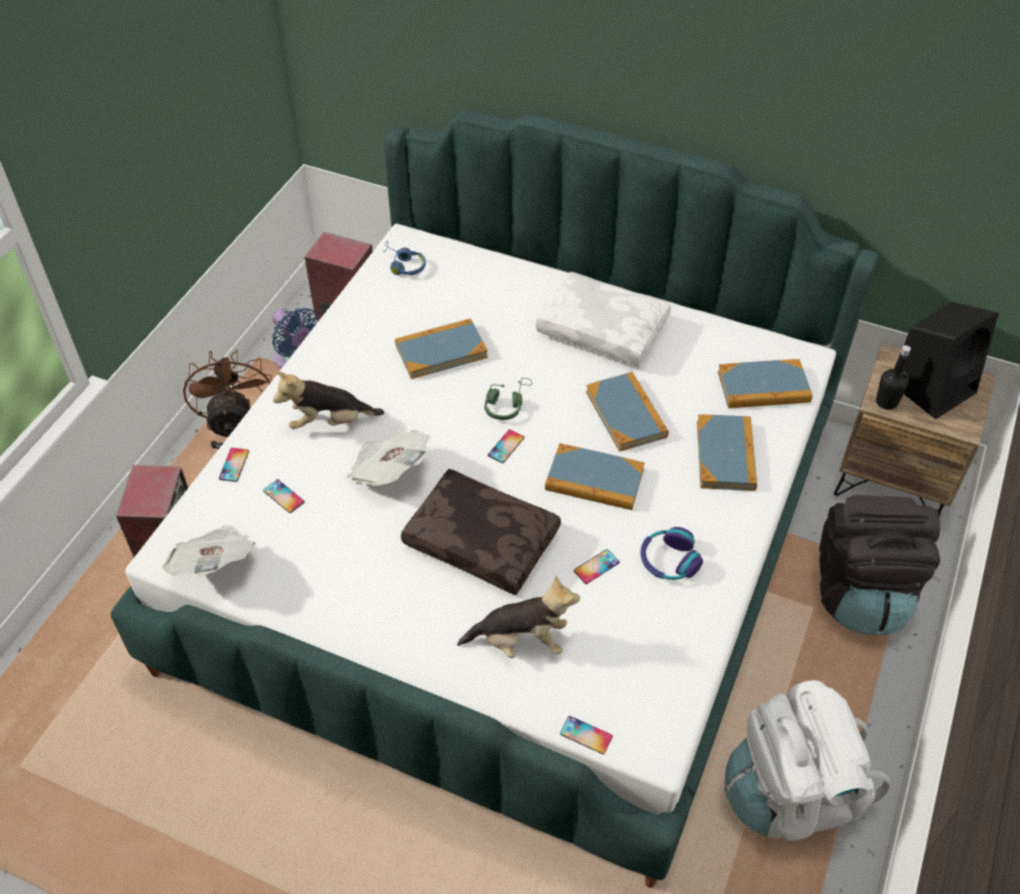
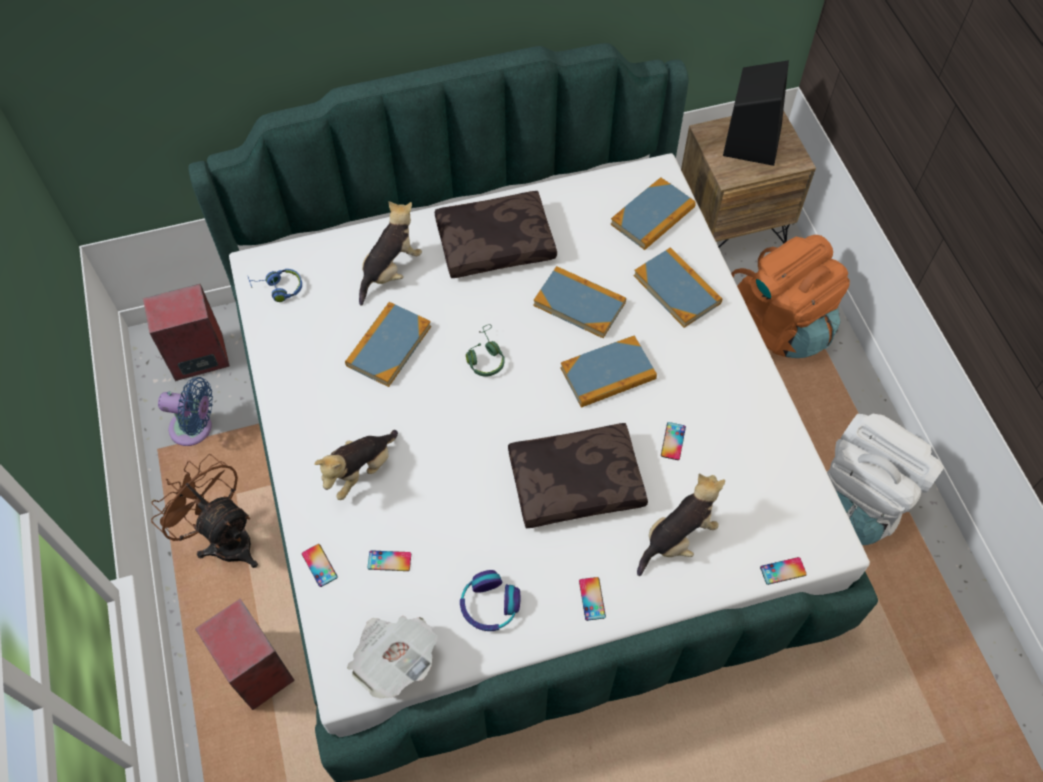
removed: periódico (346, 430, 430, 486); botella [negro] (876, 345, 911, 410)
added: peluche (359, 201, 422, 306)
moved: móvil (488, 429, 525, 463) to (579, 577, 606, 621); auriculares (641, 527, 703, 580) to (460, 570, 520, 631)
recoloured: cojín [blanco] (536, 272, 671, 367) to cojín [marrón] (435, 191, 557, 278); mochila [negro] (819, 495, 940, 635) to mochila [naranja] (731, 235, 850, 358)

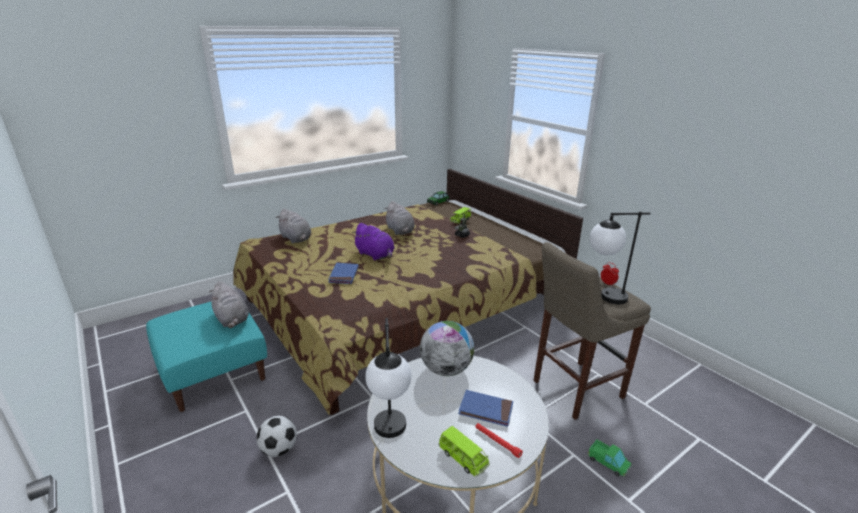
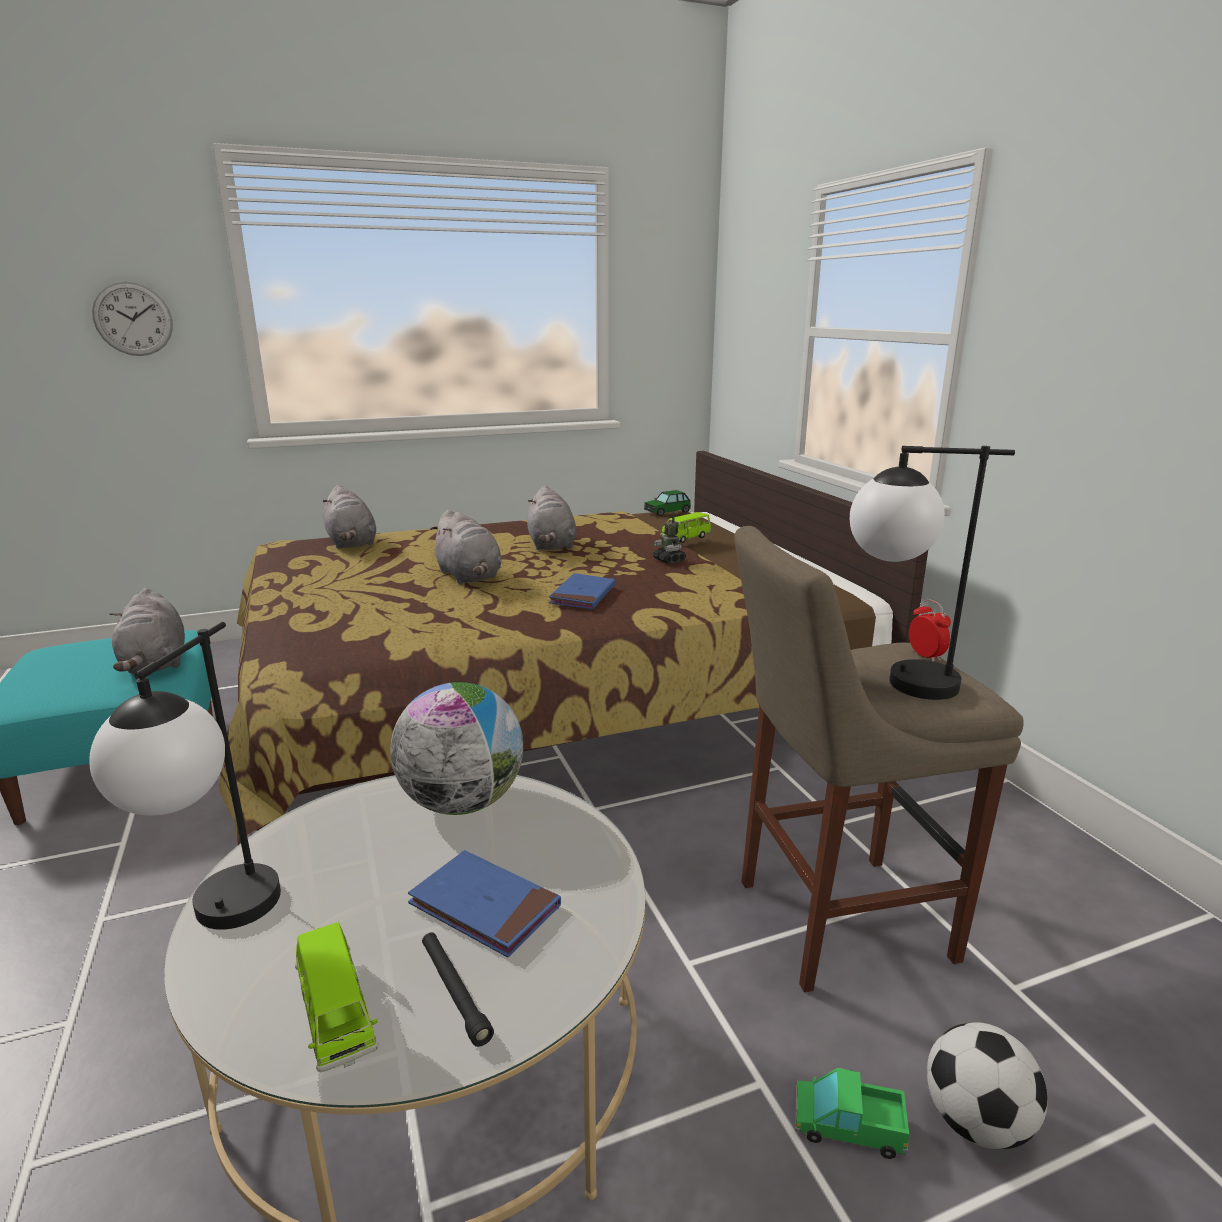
added: reloj de pared (92, 282, 173, 356)
moved: balón de fútbol (257, 416, 297, 457) to (927, 1022, 1047, 1149); libro [azul] (328, 263, 358, 284) to (549, 573, 615, 609)
recoloured: peluche [morado] (352, 223, 395, 260) to peluche [gris] (430, 510, 501, 584); linterna [rojo] (475, 423, 523, 458) to linterna [negro] (422, 932, 494, 1047)
turned: camión de juguete (587, 439, 632, 477) = (795, 1068, 909, 1159) 135 degrees clockwise

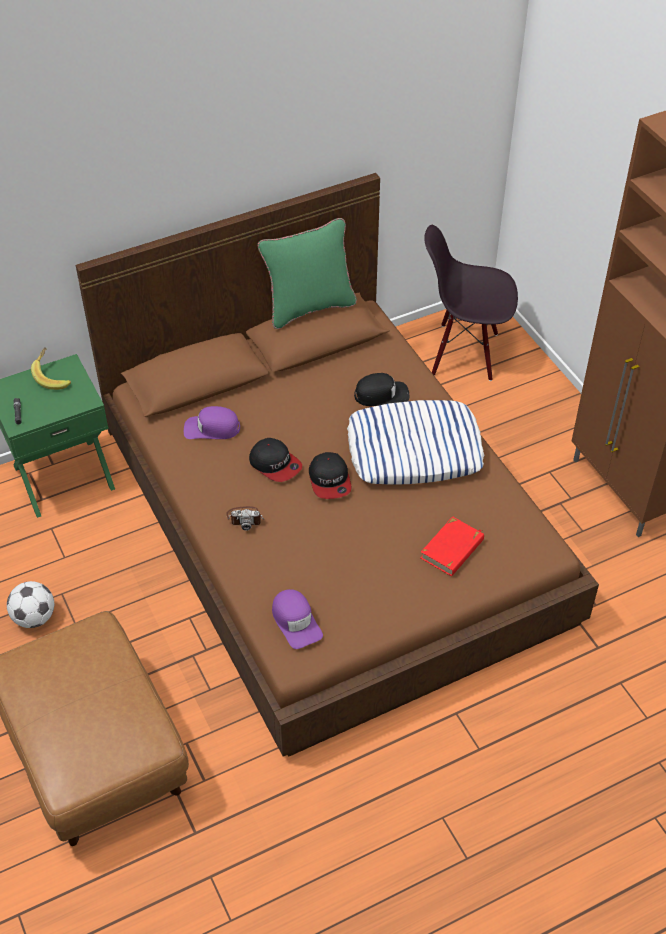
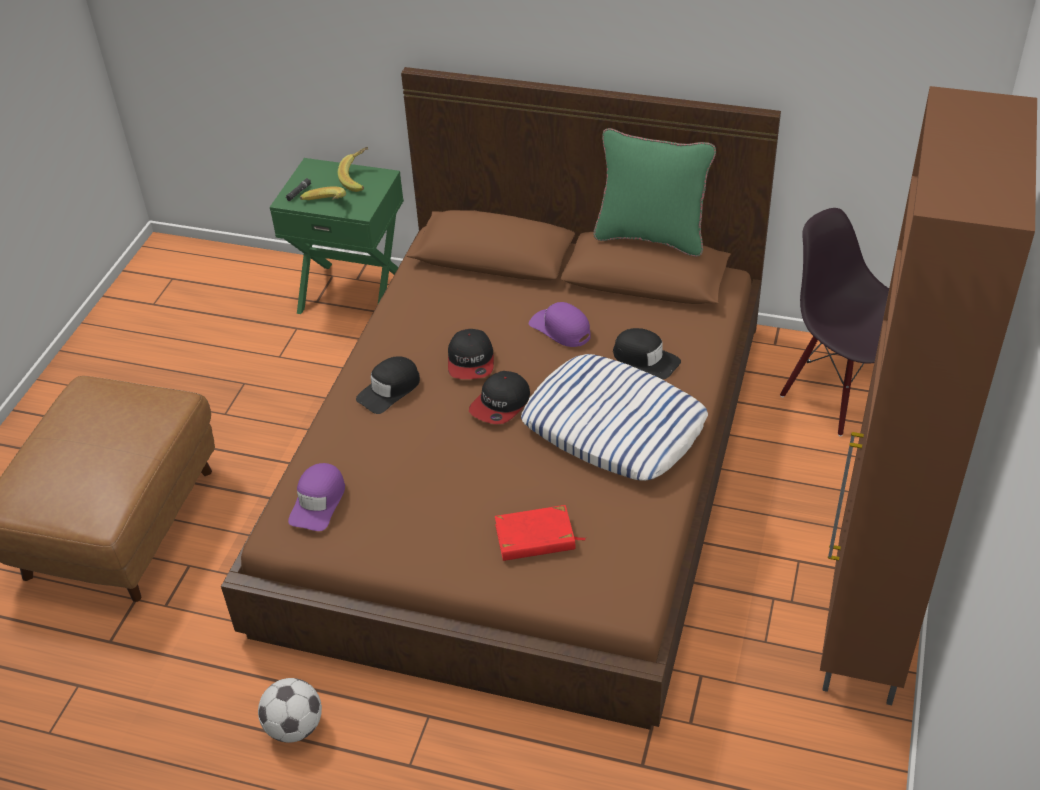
added: plátano (300, 186, 346, 200)
moved: balón de fútbol (7, 581, 54, 628) to (258, 678, 322, 743); gorra [morado] (184, 406, 240, 439) to (529, 302, 591, 347)
replaced: cámara (226, 506, 264, 531) to gorra [negro] (356, 356, 420, 414)

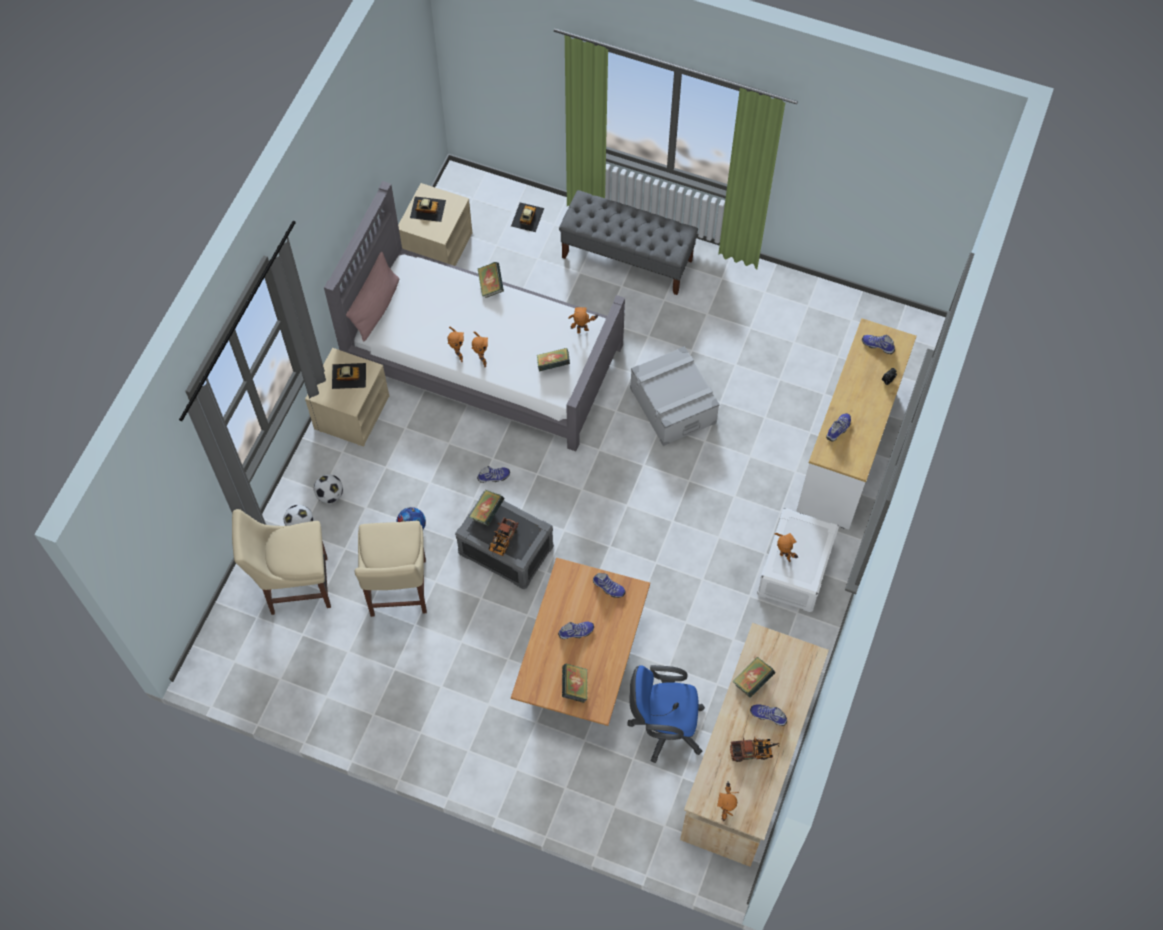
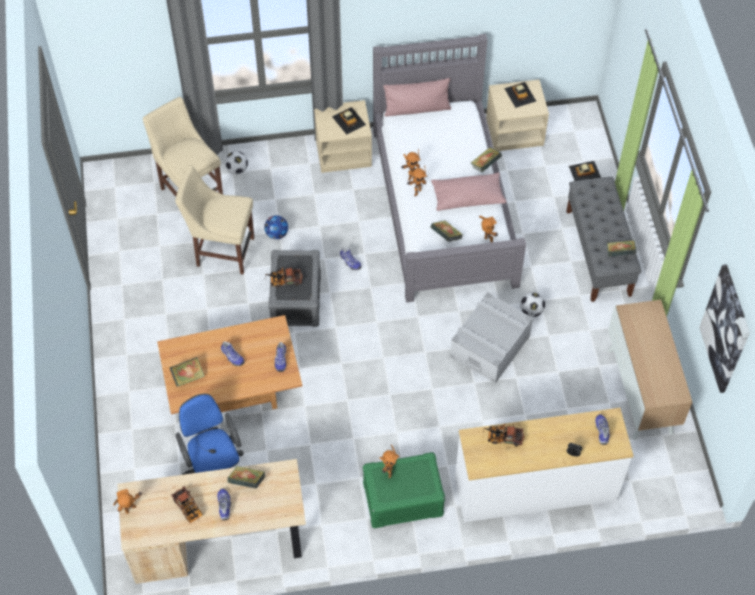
added: cojín [rosa] (431, 172, 506, 211); armario (608, 300, 692, 440); cuadro (699, 264, 750, 393)
moved: balón de fútbol (314, 474, 343, 503) to (520, 292, 545, 317); libro (469, 490, 505, 526) to (607, 240, 636, 257)
replaced: zapato (826, 413, 851, 442) to camión de juguete (483, 423, 524, 447)
recoloured: caja de almacenaje [blanco] (757, 508, 839, 612) to caja de almacenaje [verde] (363, 452, 445, 528)
turned: silla [beis] (355, 521, 427, 617) = (175, 165, 254, 274) 45 degrees clockwise

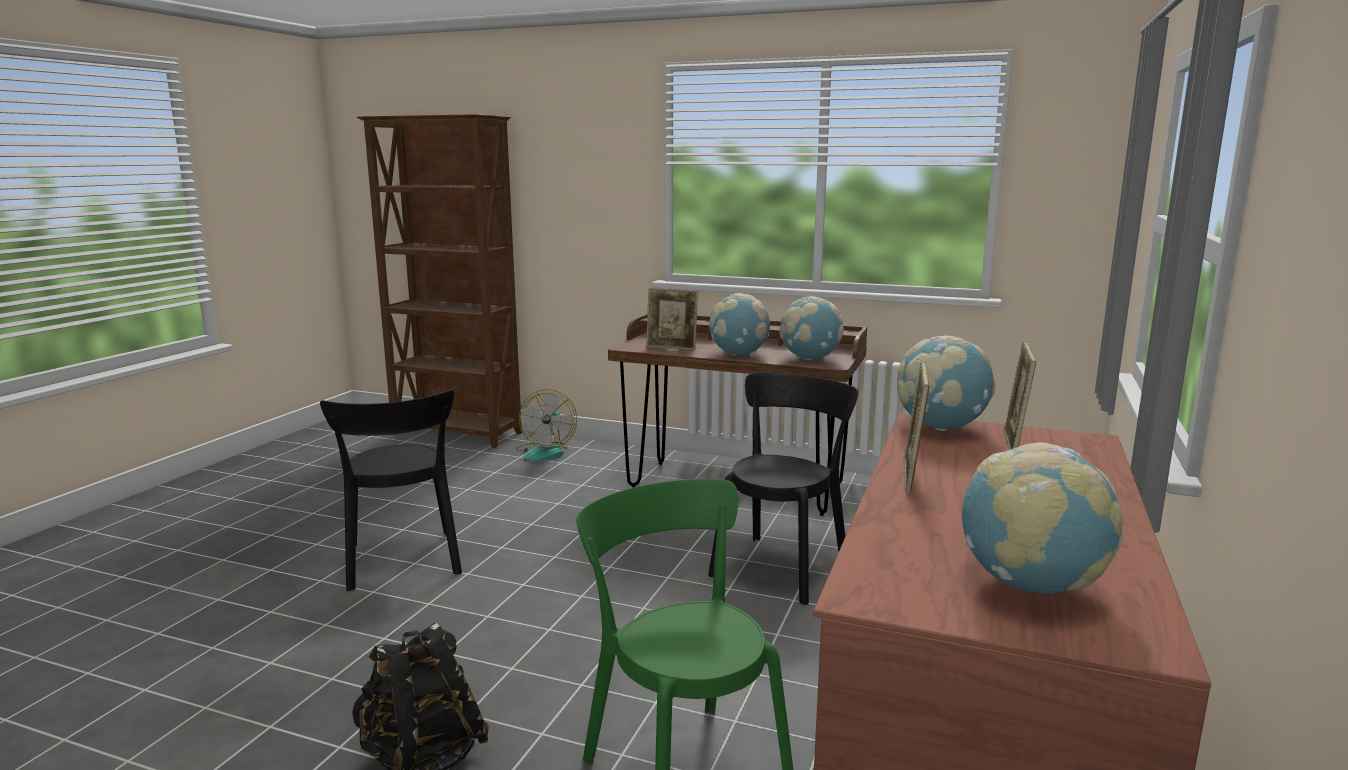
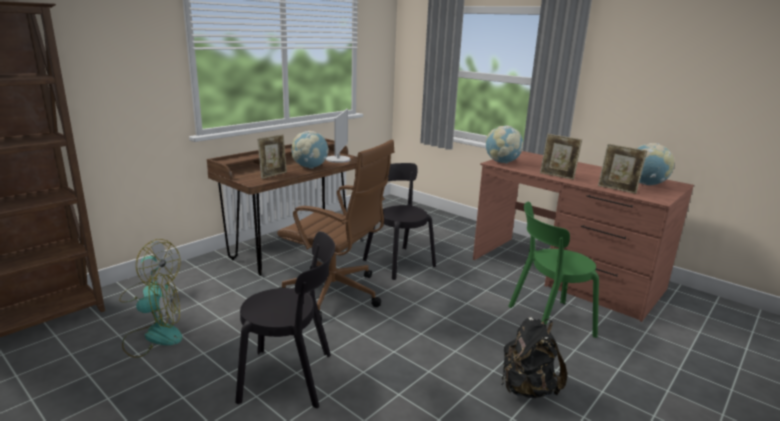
added: ventilador (122, 273, 182, 358); silla de oficina [marrón] (277, 140, 395, 321)
moved: portarretratos (1004, 340, 1036, 450) to (598, 144, 647, 194)
replaced: globo terráqueo (779, 296, 844, 360) to monitor (326, 109, 351, 163)

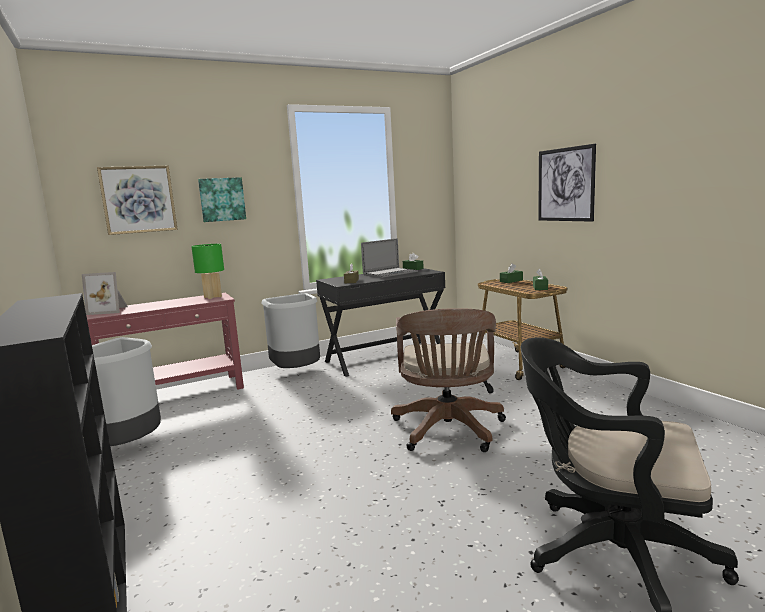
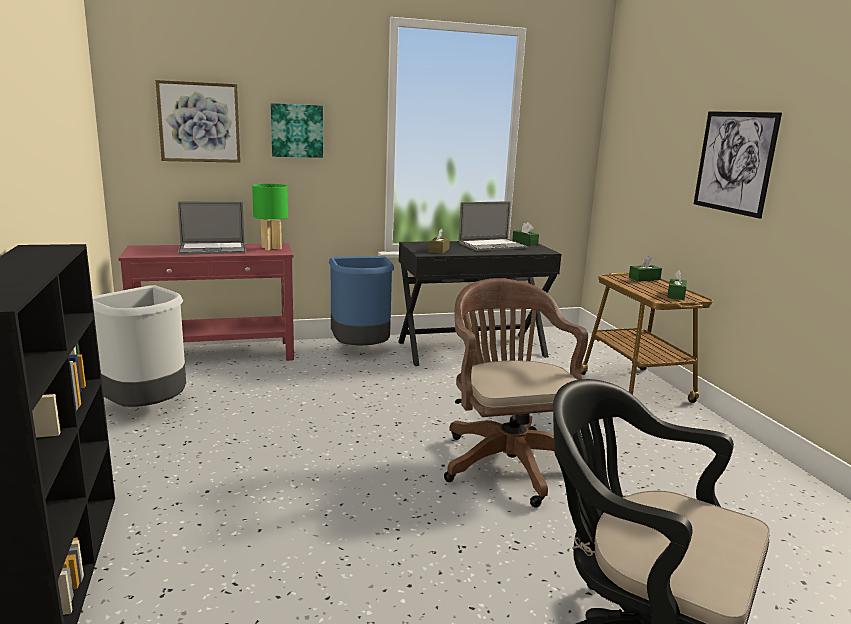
removed: portarretratos (82, 272, 128, 315)
added: portátil (178, 201, 246, 255)
recoloured: papelera [gris] (261, 293, 320, 368) to papelera [azul] (329, 256, 394, 346)
turned: silla de oficina [marrón] (391, 308, 506, 452) = (444, 278, 588, 508) 150 degrees clockwise

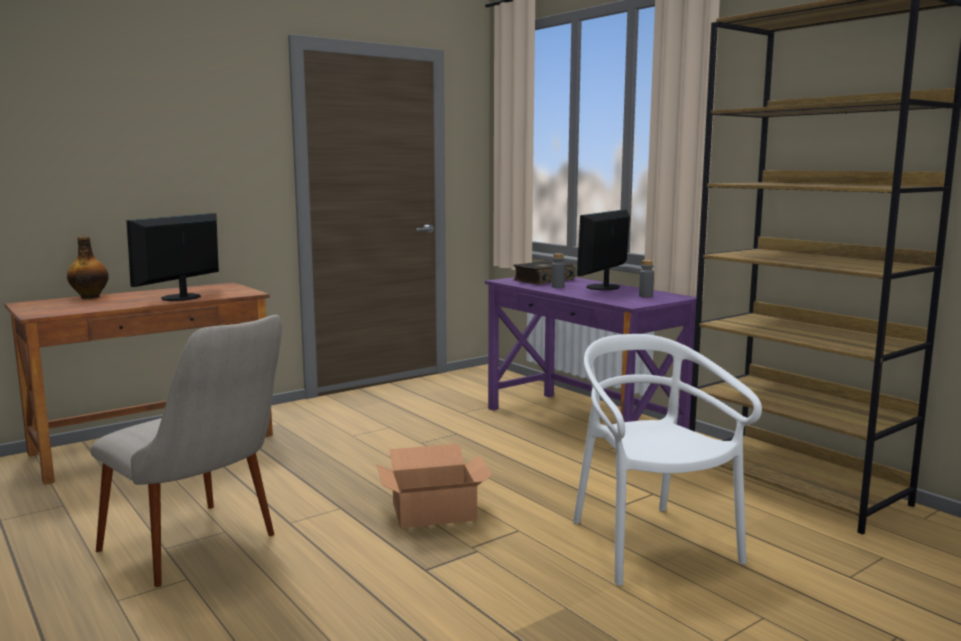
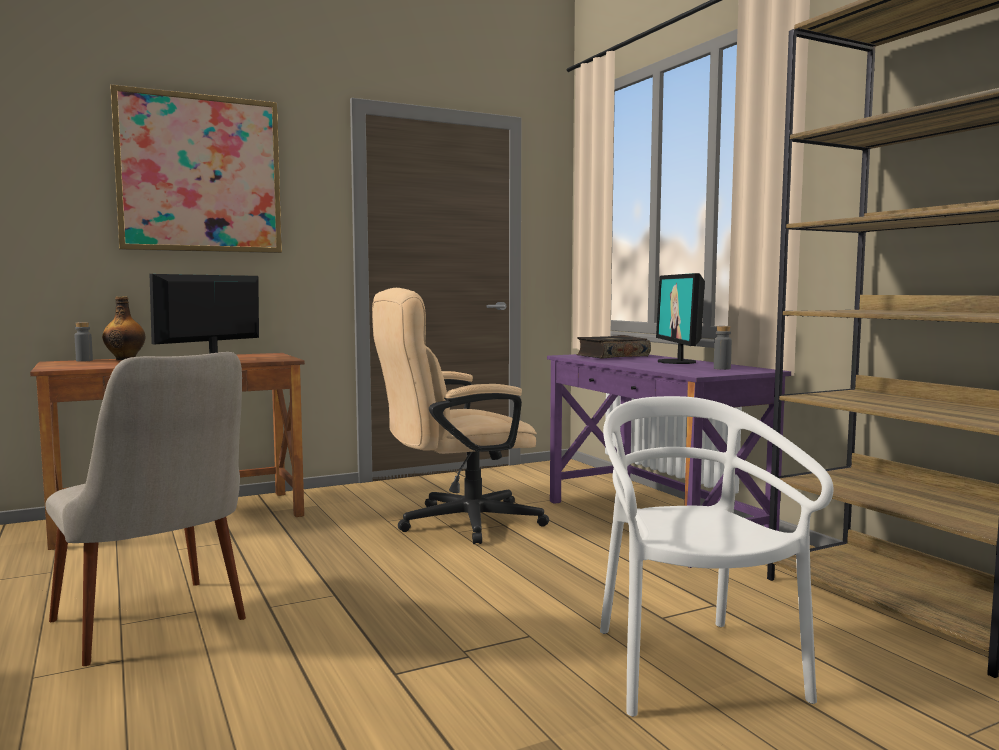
removed: caja de cartón (376, 444, 493, 529)
added: cuadro (110, 84, 282, 253); silla de oficina [beis] (372, 288, 549, 544)
moved: botella [gris] (551, 253, 565, 288) to (75, 322, 93, 362)
turned: monitor (577, 210, 630, 290) = (656, 273, 705, 364) 45 degrees counterclockwise

